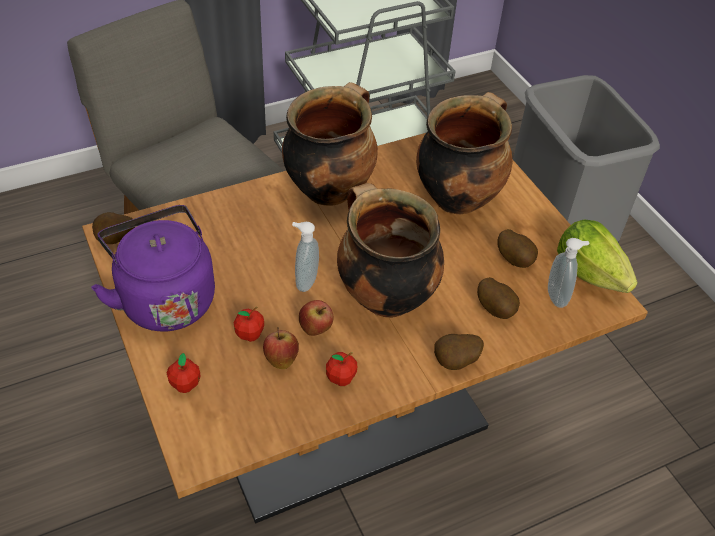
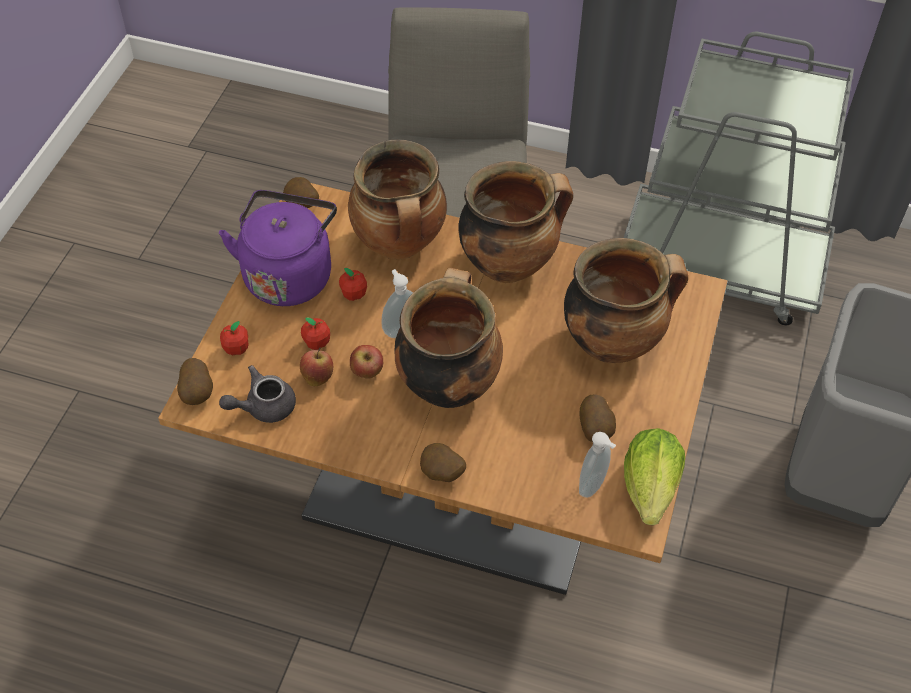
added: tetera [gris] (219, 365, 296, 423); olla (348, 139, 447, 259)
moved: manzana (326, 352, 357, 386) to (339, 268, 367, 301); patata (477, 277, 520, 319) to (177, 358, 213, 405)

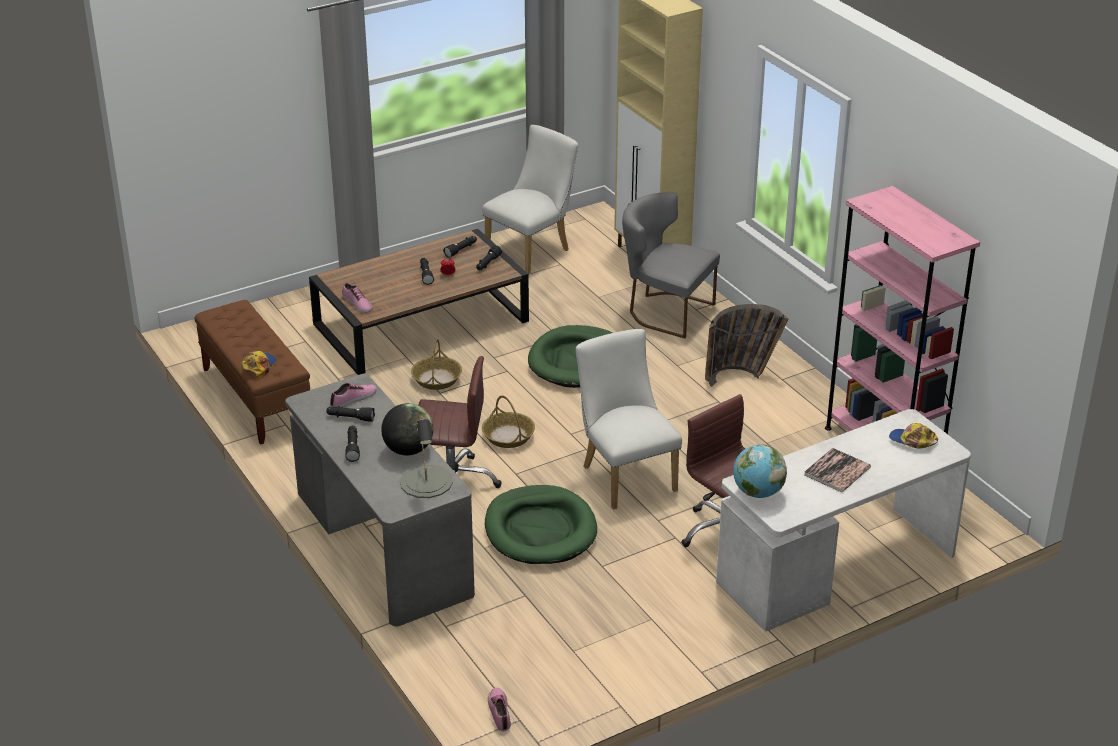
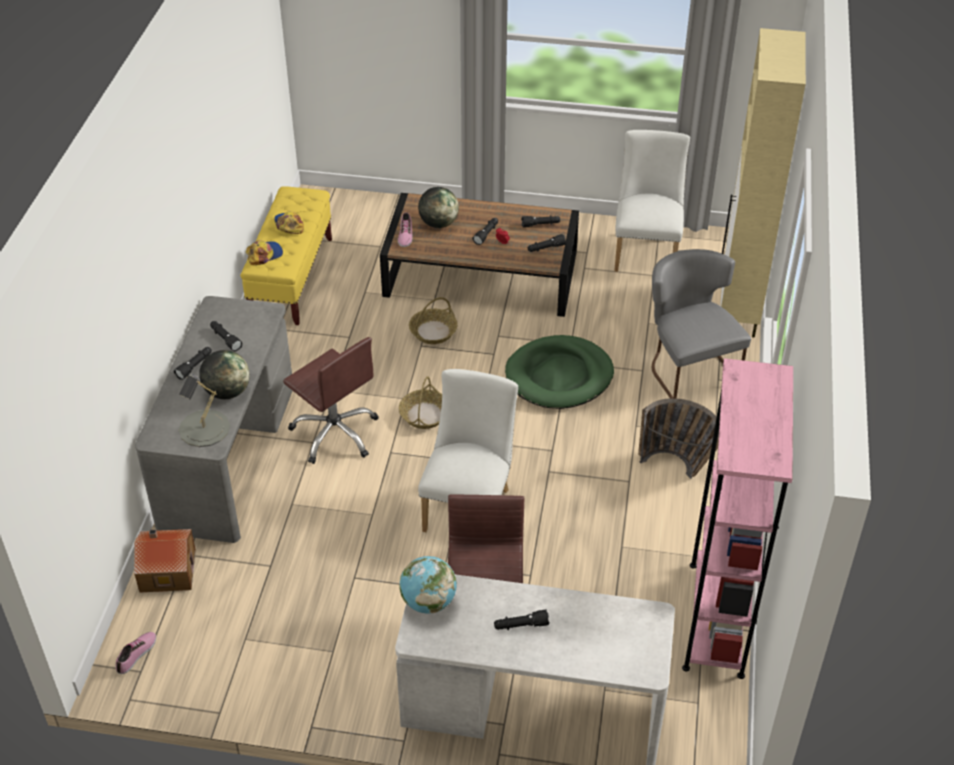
removed: zapato (330, 383, 377, 408); cama para perro [verde] (485, 485, 597, 564)
added: casita (134, 529, 196, 592); globo terráqueo (418, 187, 459, 228)
moved: gorra (889, 423, 938, 449) to (274, 211, 304, 234)
replaced: libro (804, 448, 871, 493) to linterna [negro] (494, 610, 549, 630)
recoloured: banco [marrón] (194, 300, 310, 445) to banco [amarillo] (240, 187, 332, 325)
turned: silla [blanco] (482, 125, 578, 274) = (614, 130, 690, 272) 75 degrees counterclockwise

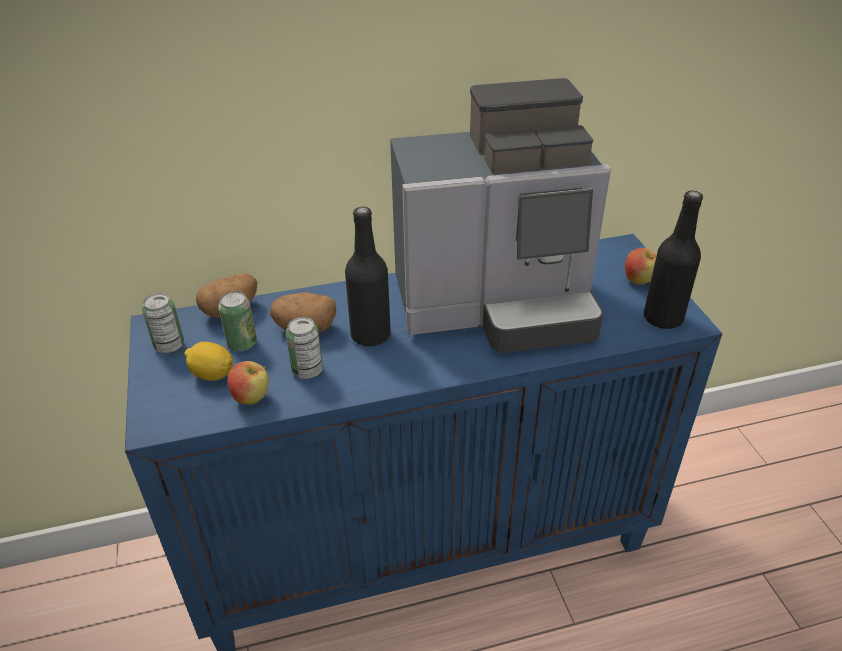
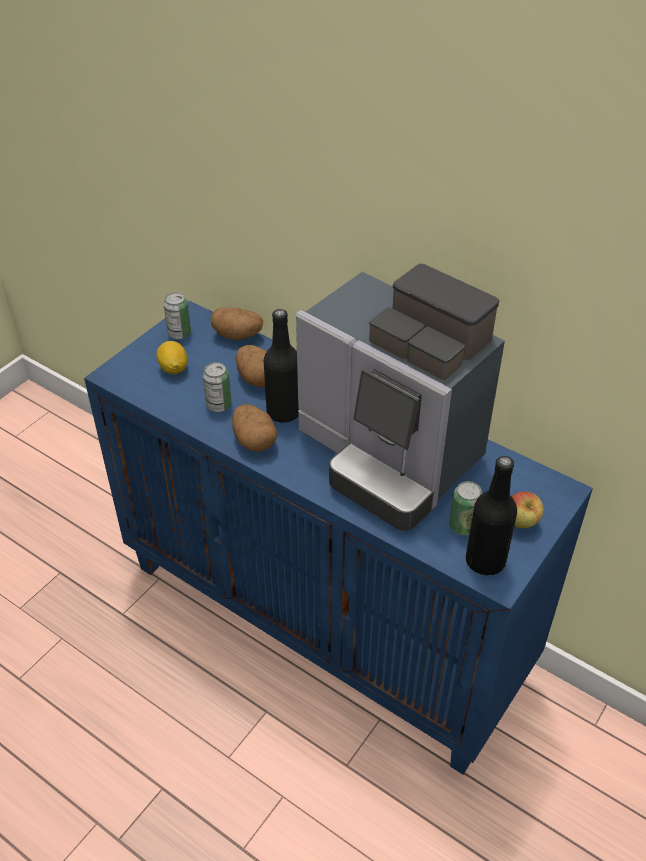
removed: manzana (227, 361, 269, 405)
added: patata (232, 404, 277, 452)
moved: lata (218, 291, 257, 351) to (449, 481, 483, 535)

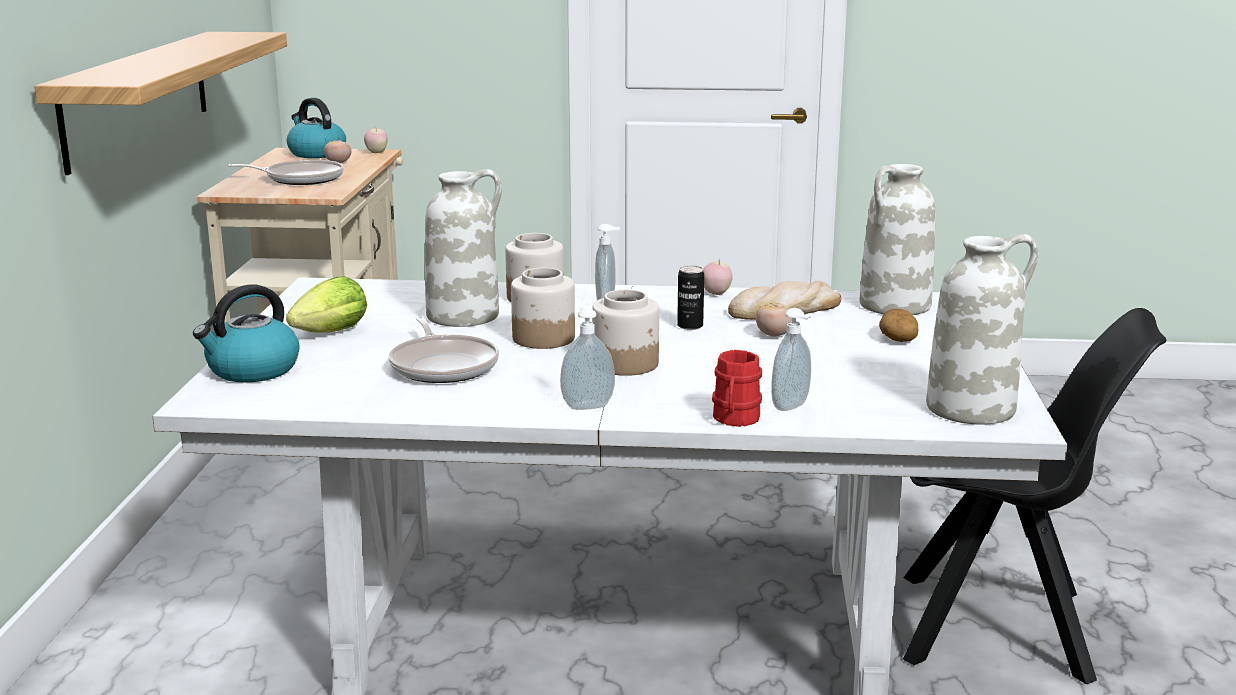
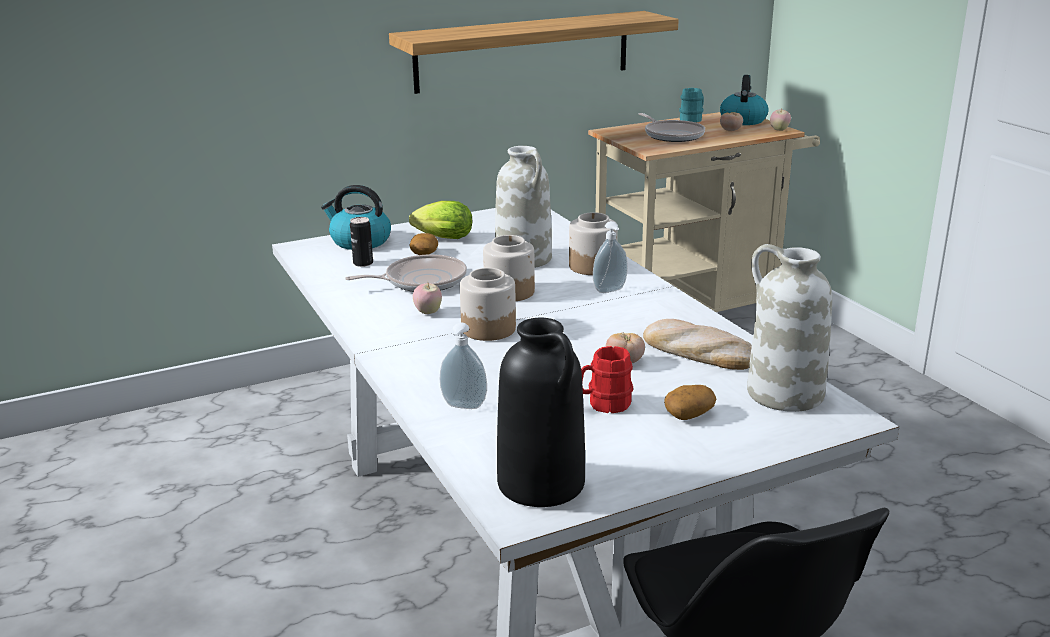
removed: dispensador de jabón (560, 307, 615, 410)
added: patata (409, 233, 438, 255); taza grande [turquesa] (679, 88, 704, 122)
moved: lata (677, 265, 704, 330) to (350, 217, 373, 267); manzana (703, 259, 733, 295) to (413, 283, 442, 314); taza grande [rojo] (712, 350, 762, 427) to (581, 346, 633, 413)
recoloured: florero [blanco] (926, 234, 1039, 425) to florero [negro] (497, 318, 585, 507)
turned: sartén (389, 316, 499, 383) = (345, 254, 467, 292) 150 degrees counterclockwise

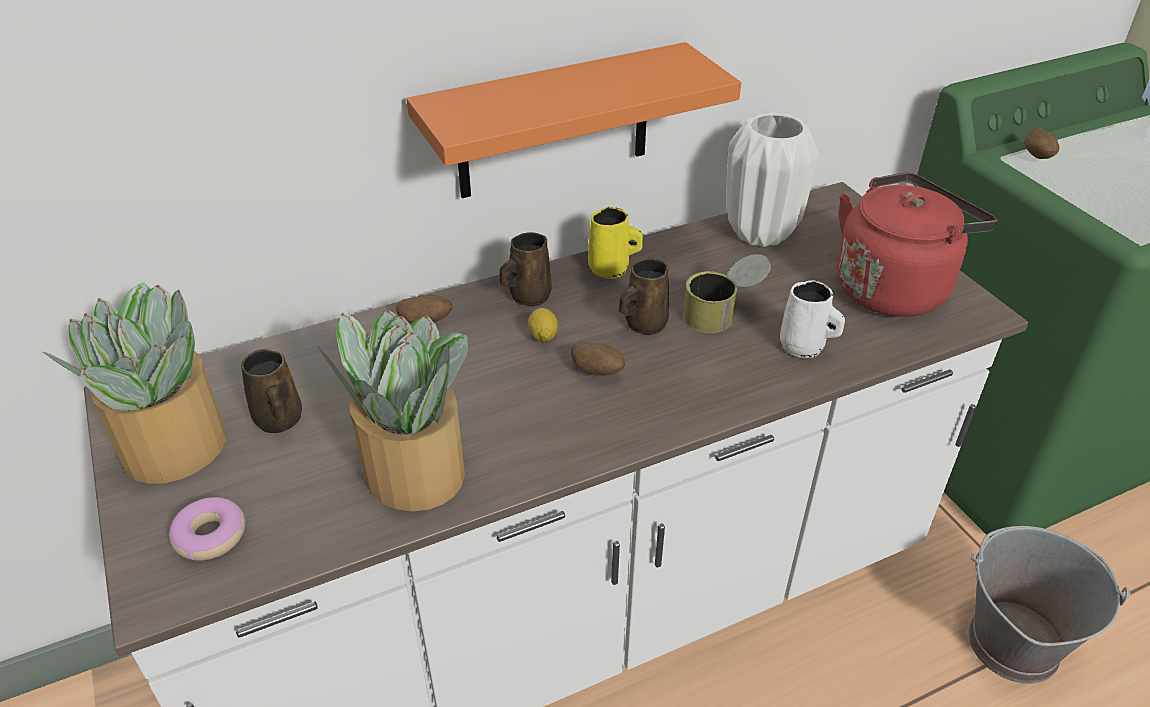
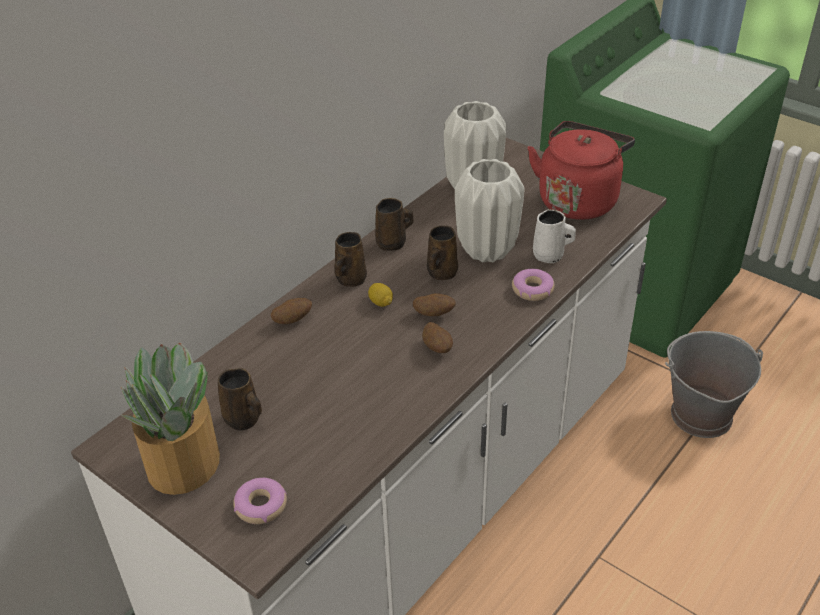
removed: planta en maceta (318, 310, 468, 511); estante [naranja] (406, 42, 741, 198)
added: rosquilla (512, 269, 555, 301)
moved: patata (1024, 128, 1060, 159) to (422, 322, 453, 353)
replaced: lata (683, 254, 771, 333) to florero [blanco] (455, 159, 525, 262)
recoloured: taza grande [amarillo] (588, 207, 643, 279) to taza grande [marrón] (375, 198, 413, 251)

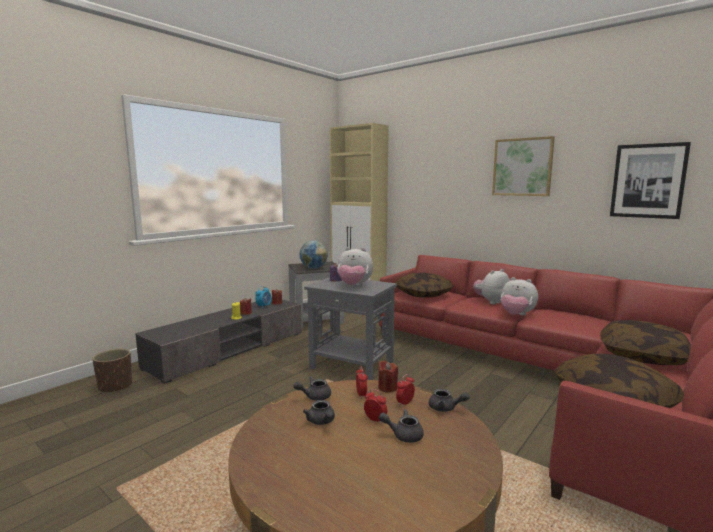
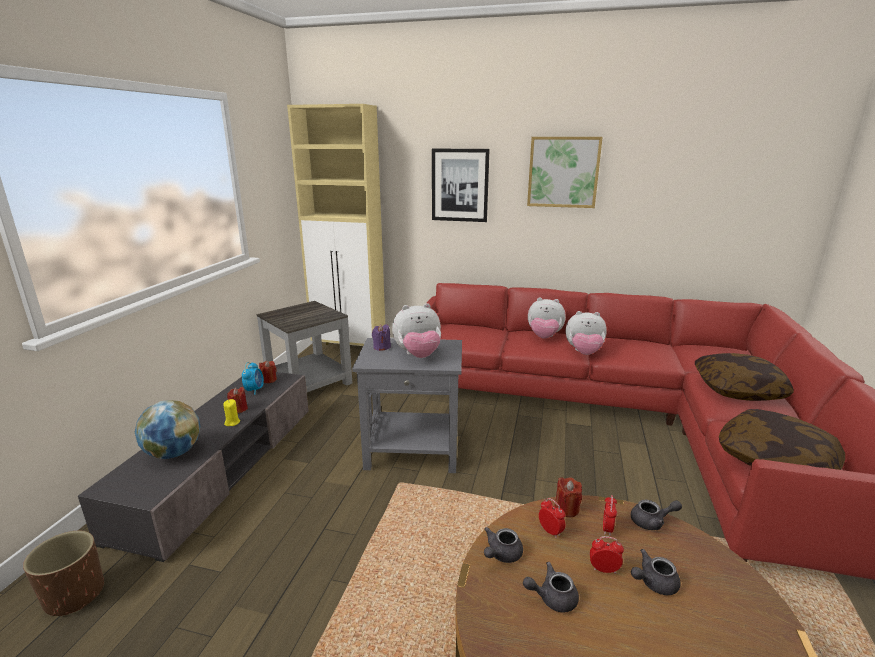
removed: cojín (396, 273, 453, 298)
moved: globo terráqueo (300, 240, 328, 269) to (135, 400, 201, 459); cuadro (610, 142, 691, 219) to (432, 149, 490, 222)
turned: tetera [gris] (303, 400, 335, 425) = (523, 562, 579, 612) 135 degrees clockwise; peluche (473, 269, 510, 304) = (528, 298, 566, 339) 105 degrees counterclockwise

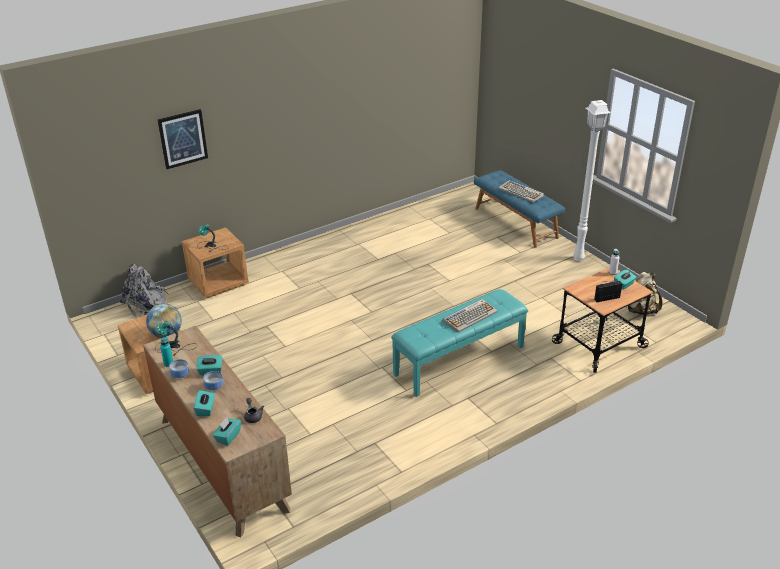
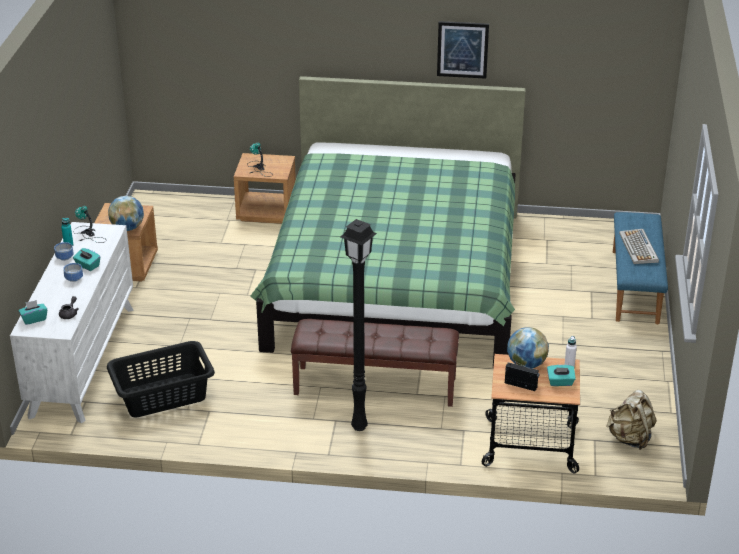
removed: mochila [gris] (120, 264, 168, 319); caja de pañuelos [turquesa] (194, 390, 215, 416); teclado (443, 299, 498, 333); lámpara de pie [blanco] (573, 100, 611, 261)
added: cesto de la ropa [negro] (107, 341, 215, 418); cama [verde] (251, 76, 526, 368); lámpara de pie [negro] (340, 219, 377, 431); globo terráqueo (507, 327, 549, 369)
moved: cuadro (157, 109, 208, 169) to (437, 21, 489, 79)
recoloured: cómoda [marrón] (143, 326, 292, 538) to cómoda [blanco] (10, 222, 134, 424); banco [turquesa] (391, 289, 528, 397) to banco [marrón] (291, 319, 459, 407)

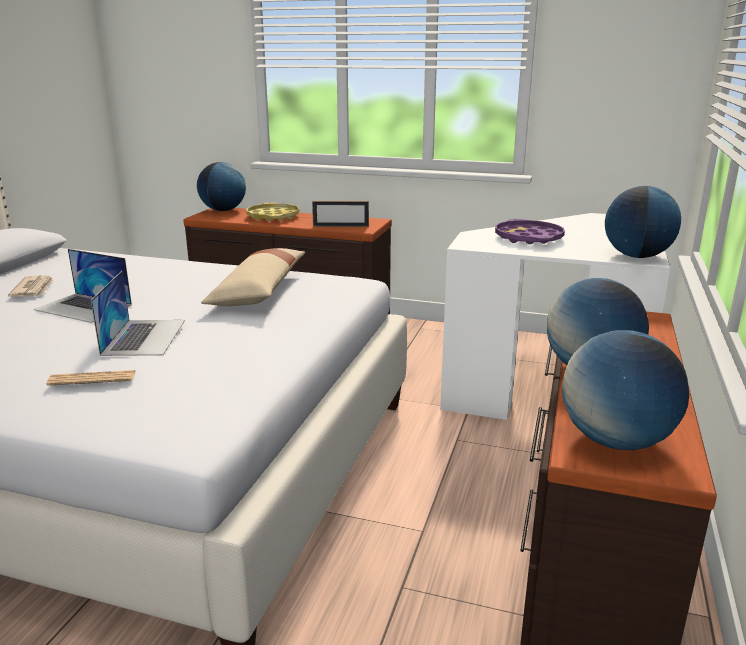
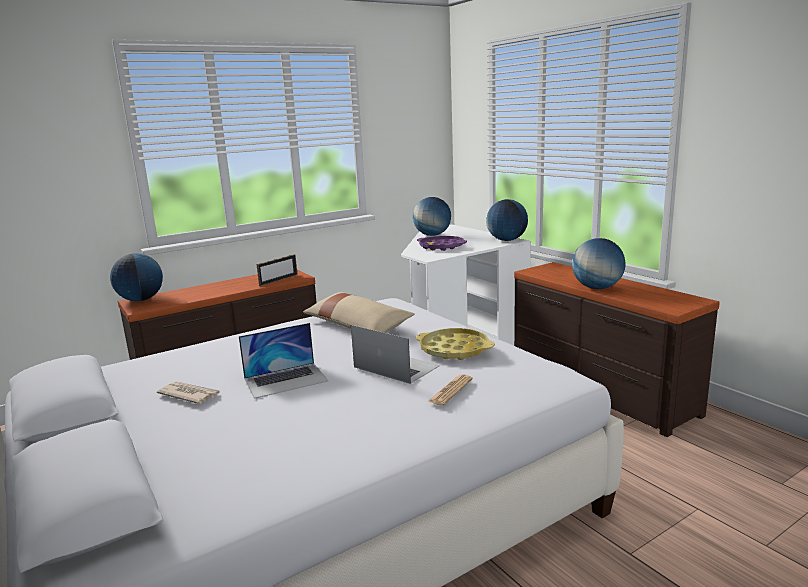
moved: bandeja [amarillo] (246, 202, 300, 221) to (416, 328, 495, 360); globo terráqueo (562, 330, 689, 450) to (413, 197, 451, 236)

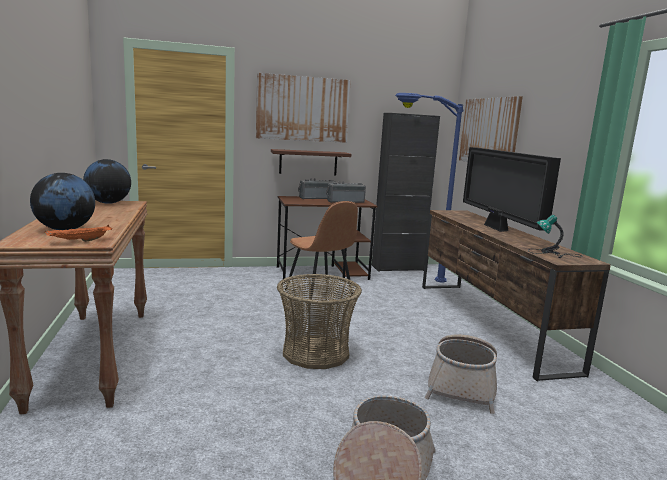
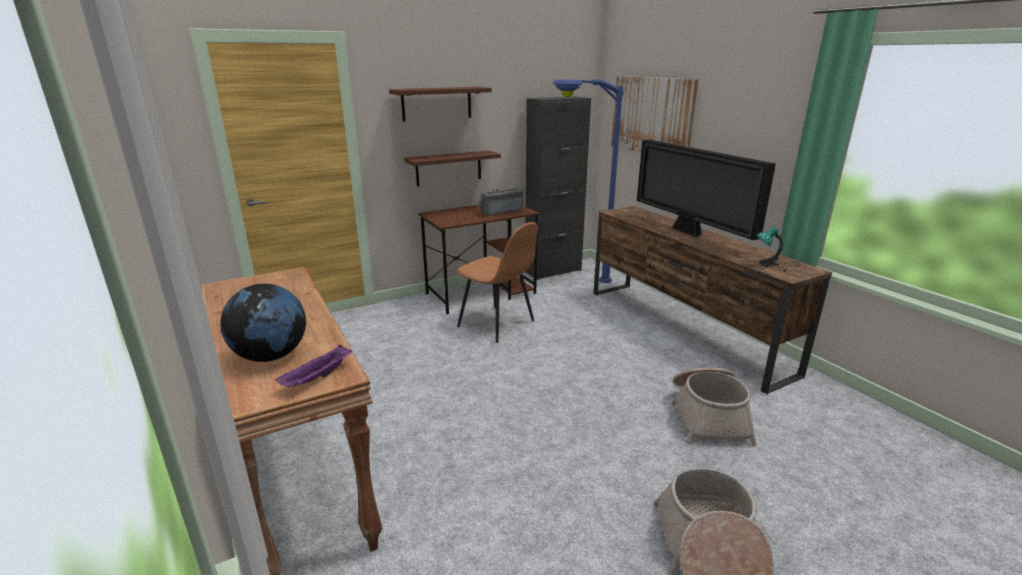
removed: globo terráqueo (83, 159, 131, 204); cesta (277, 274, 362, 369); radio (298, 178, 335, 199)
replaced: cuadro (256, 73, 351, 143) to estante (389, 87, 492, 121)
recoloured: bandeja [naranja] (45, 225, 112, 242) to bandeja [morado] (275, 345, 352, 387)

